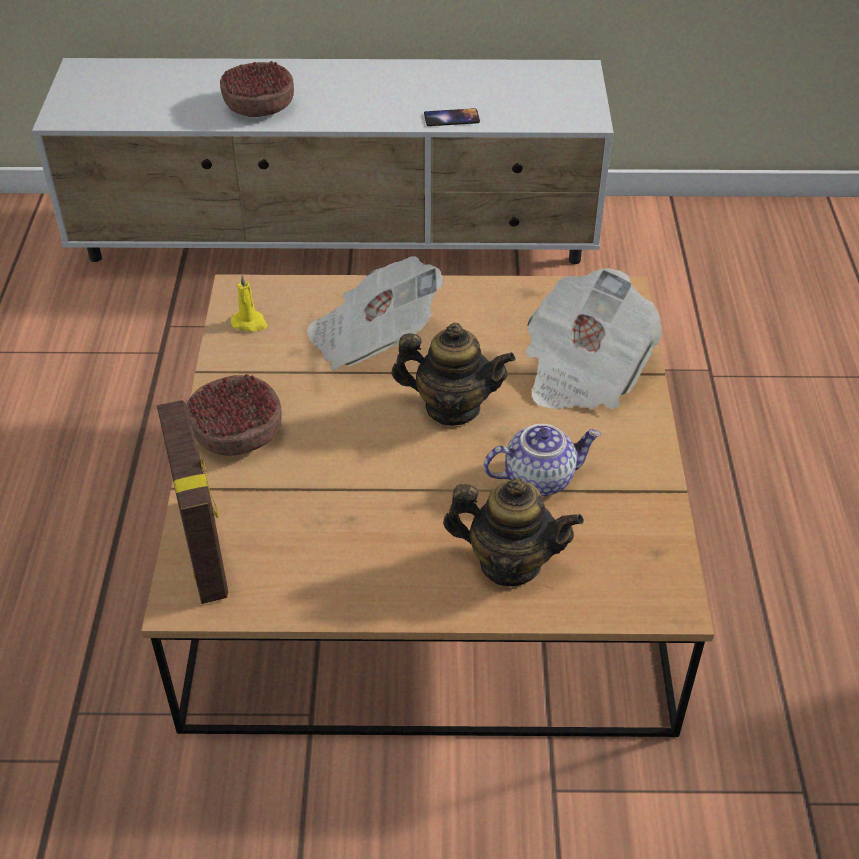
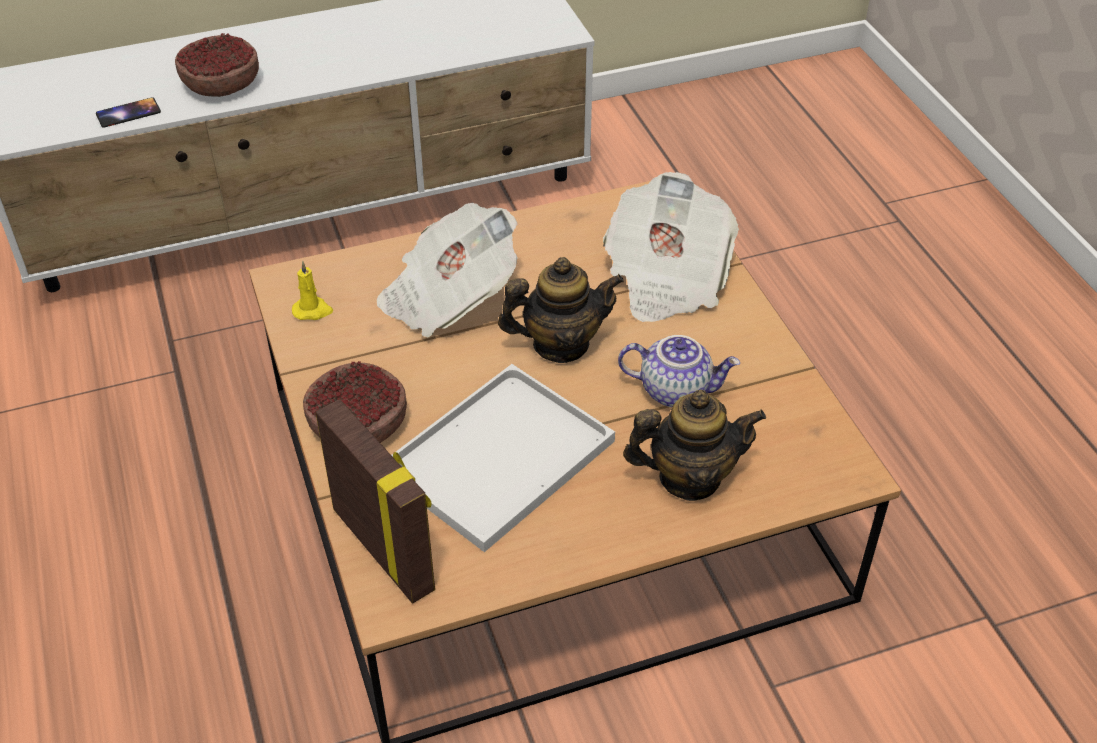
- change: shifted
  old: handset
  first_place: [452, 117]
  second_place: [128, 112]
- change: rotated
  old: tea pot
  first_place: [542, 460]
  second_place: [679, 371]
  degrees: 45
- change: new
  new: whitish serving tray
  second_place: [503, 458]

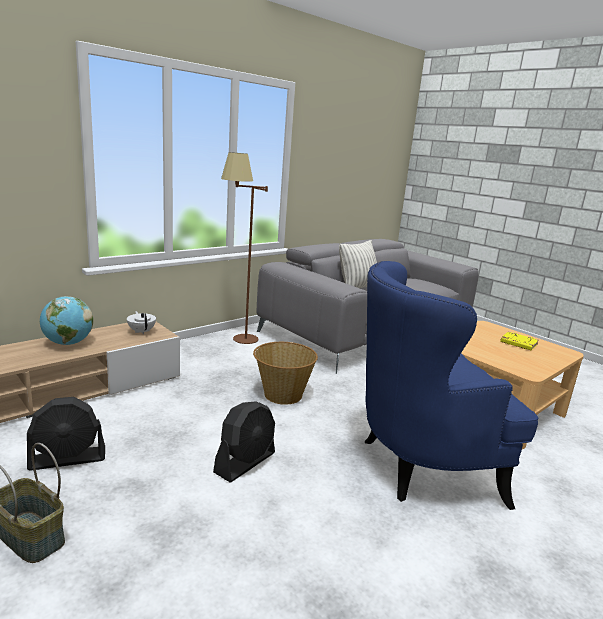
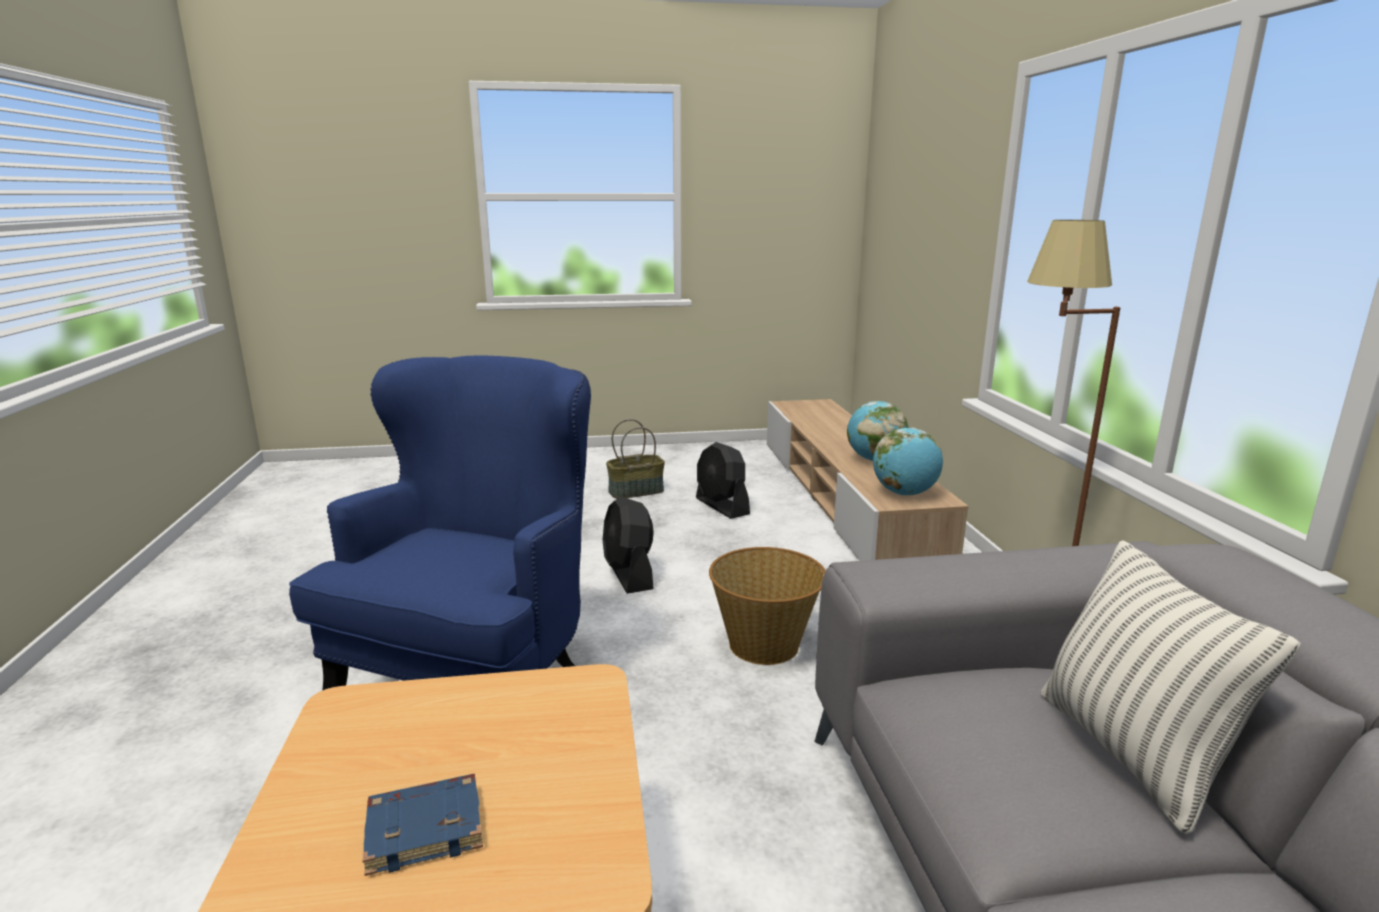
- change: swapped
  old: whitish tea pot
  new: world globe
  first_place: [141, 322]
  second_place: [908, 461]
- change: repainted
  old: yellowish book
  new: blue-coloured book
  first_place: [519, 340]
  second_place: [422, 825]
- change: rotated
  old: black fan
  first_place: [66, 434]
  second_place: [723, 480]
  degrees: -45

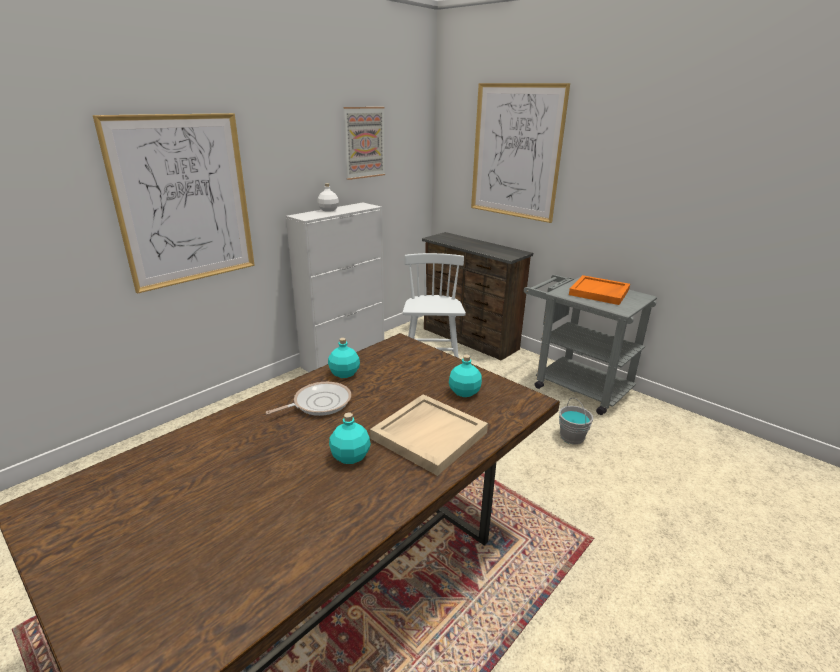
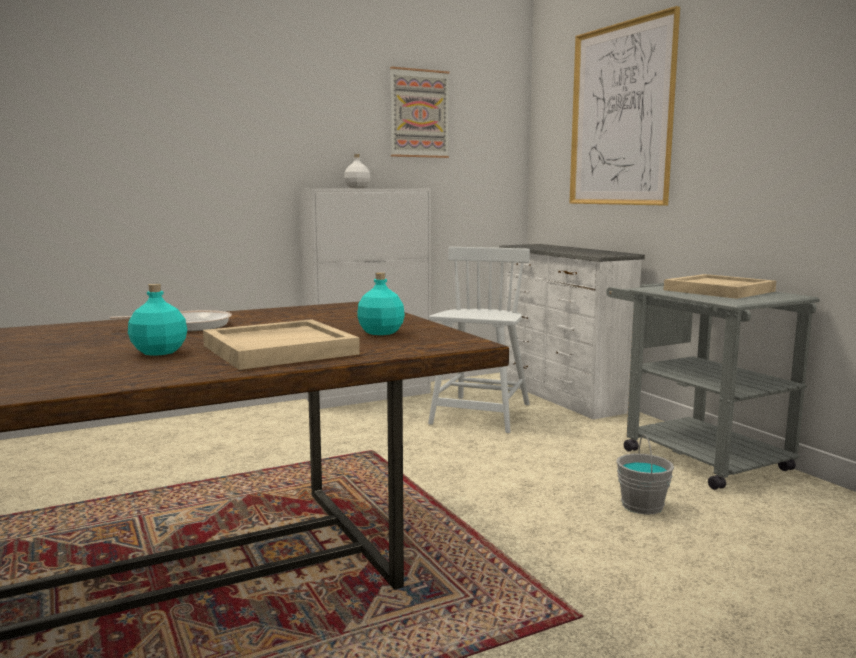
- change: gone
  old: wall art
  first_place: [174, 203]
- change: repainted
  old: brown-coloured drawer chest
  new: whitish drawer chest
  first_place: [477, 296]
  second_place: [572, 332]
- change: repainted
  old: orange serving tray
  new: sand-coloured serving tray
  first_place: [599, 290]
  second_place: [720, 286]
- change: gone
  old: blue-green beverage bottle
  first_place: [344, 358]

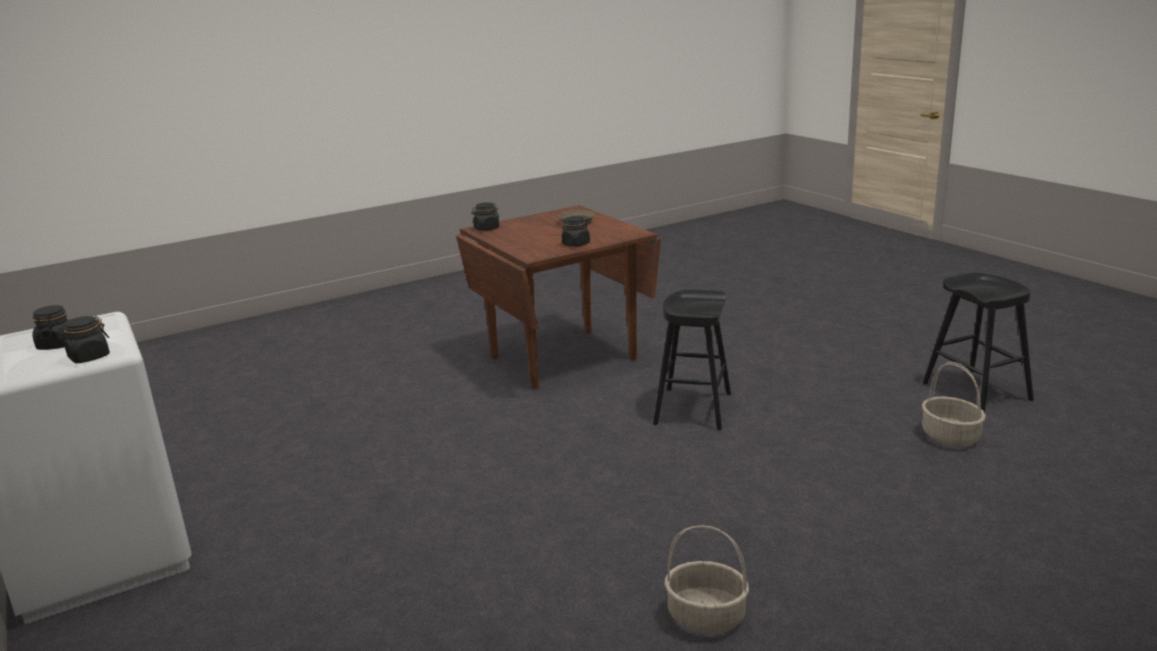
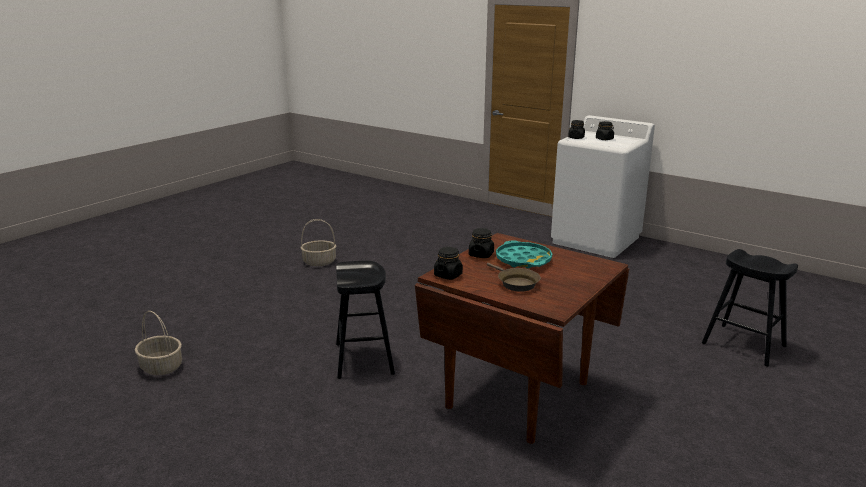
- change: shifted
  old: black storage jar
  first_place: [485, 216]
  second_place: [448, 263]
- change: shifted
  old: black sitting stool
  first_place: [978, 343]
  second_place: [750, 308]
- change: new
  new: blue-green serving tray
  second_place: [524, 254]

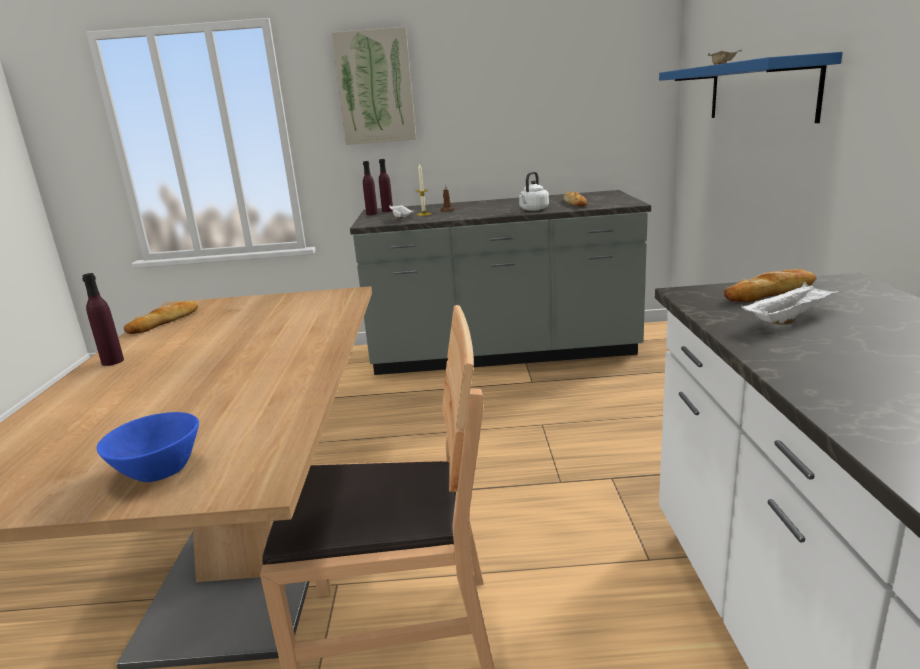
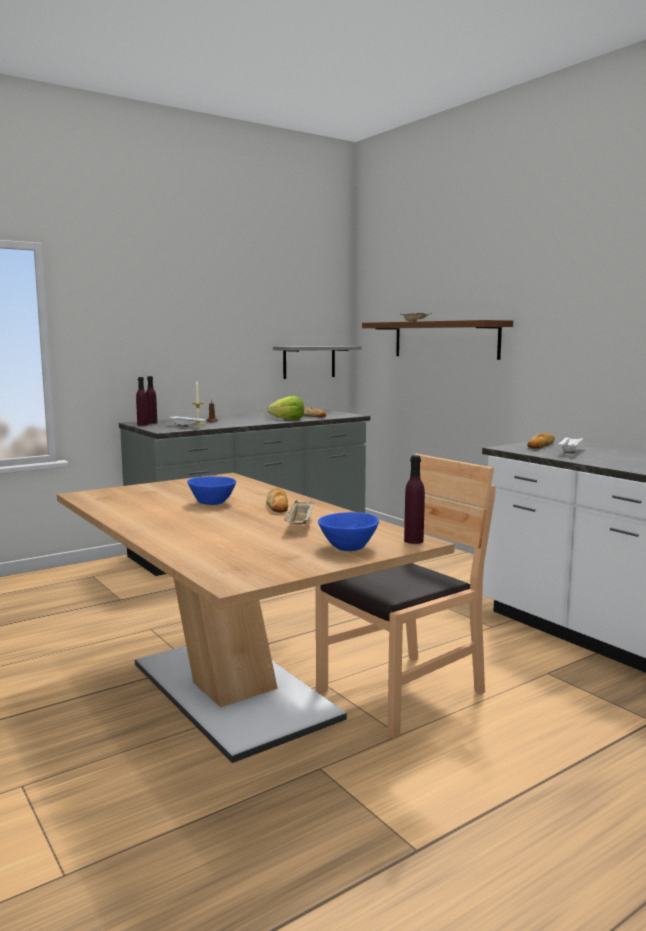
- change: gone
  old: wall art
  first_place: [373, 86]
- change: repainted
  old: blue-coloured bracket shelf
  new: brown-coloured bracket shelf
  first_place: [751, 87]
  second_place: [437, 340]
- change: swapped
  old: whitish tea kettle
  new: head of lettuce
  first_place: [534, 191]
  second_place: [285, 408]
- change: shifted
  old: purple beverage bottle
  first_place: [103, 319]
  second_place: [414, 499]
- change: shifted
  old: bakery bread
  first_place: [161, 317]
  second_place: [277, 500]
- change: new
  new: greyish bracket shelf
  second_place: [317, 362]
- change: new
  new: blue-coloured deep dish
  second_place: [211, 490]
- change: new
  new: sand-coloured serving tray
  second_place: [299, 512]

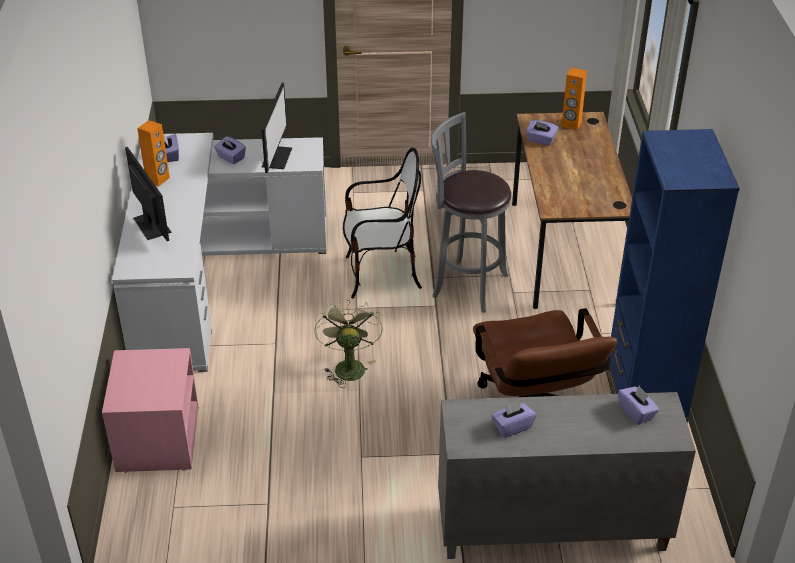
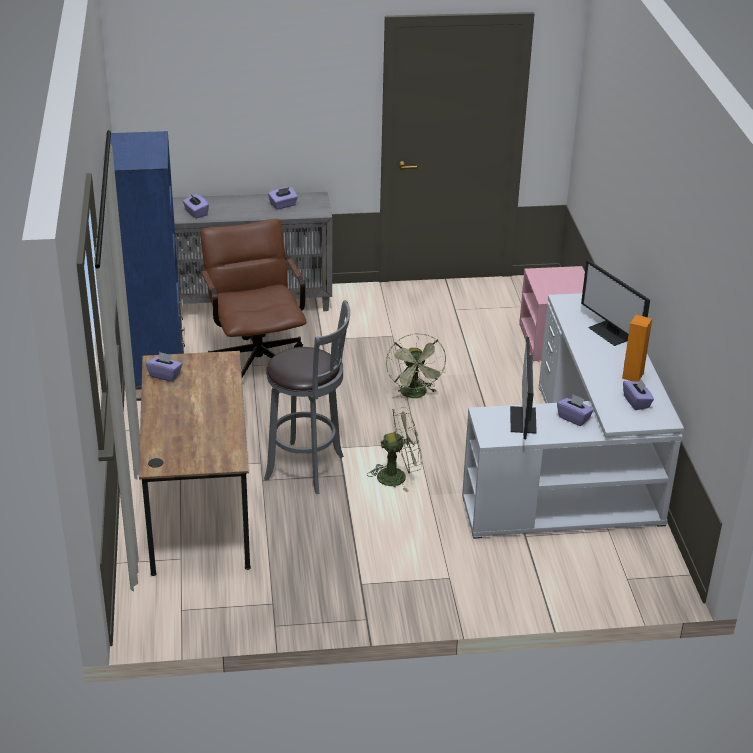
- change: gone
  old: orange speaker
  first_place: [574, 98]
- change: shifted
  old: purple tissue holder
  first_place: [542, 133]
  second_place: [164, 367]
- change: swapped
  old: upright chair
  new: green fan
  first_place: [382, 223]
  second_place: [394, 449]

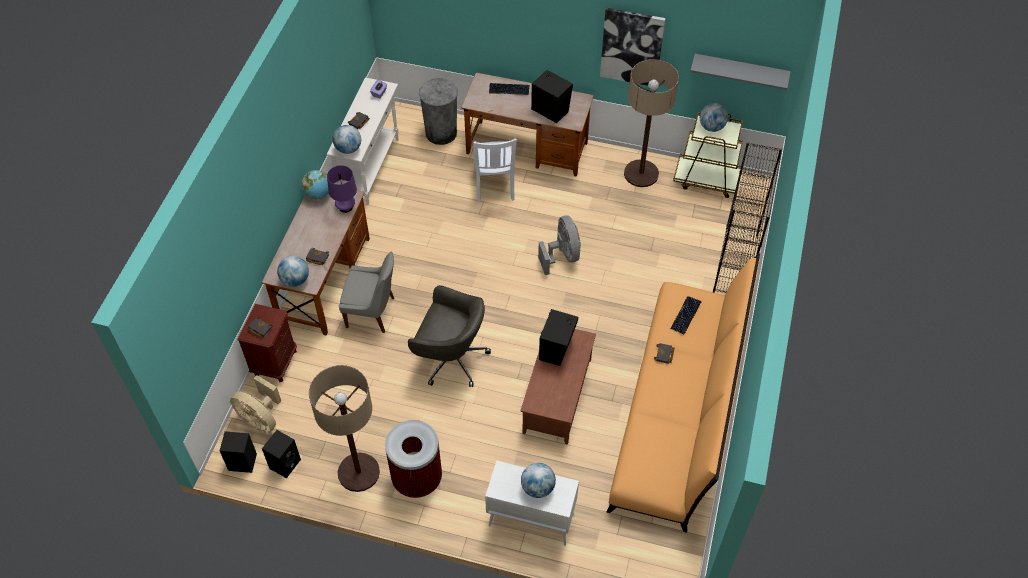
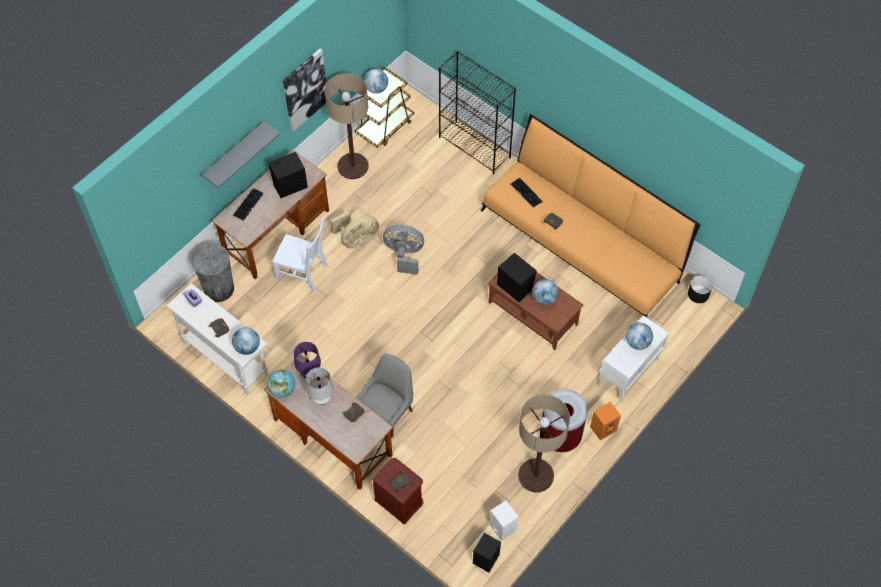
- change: shifted
  old: greyish bracket shelf
  first_place: [740, 72]
  second_place: [241, 155]
- change: shifted
  old: world globe
  first_place: [293, 271]
  second_place: [546, 292]
- change: gone
  old: greyish desk chair
  first_place: [449, 336]
- change: shifted
  old: sand-coloured fan
  first_place: [255, 404]
  second_place: [354, 230]
- change: repainted
  old: black speaker
  new: whitish speaker
  first_place: [281, 454]
  second_place: [504, 521]
- change: new
  new: black flower pot
  second_place: [700, 289]
- change: new
  new: whitish lamp for a table
  second_place: [319, 386]
- change: new
  new: orange speaker
  second_place: [605, 421]

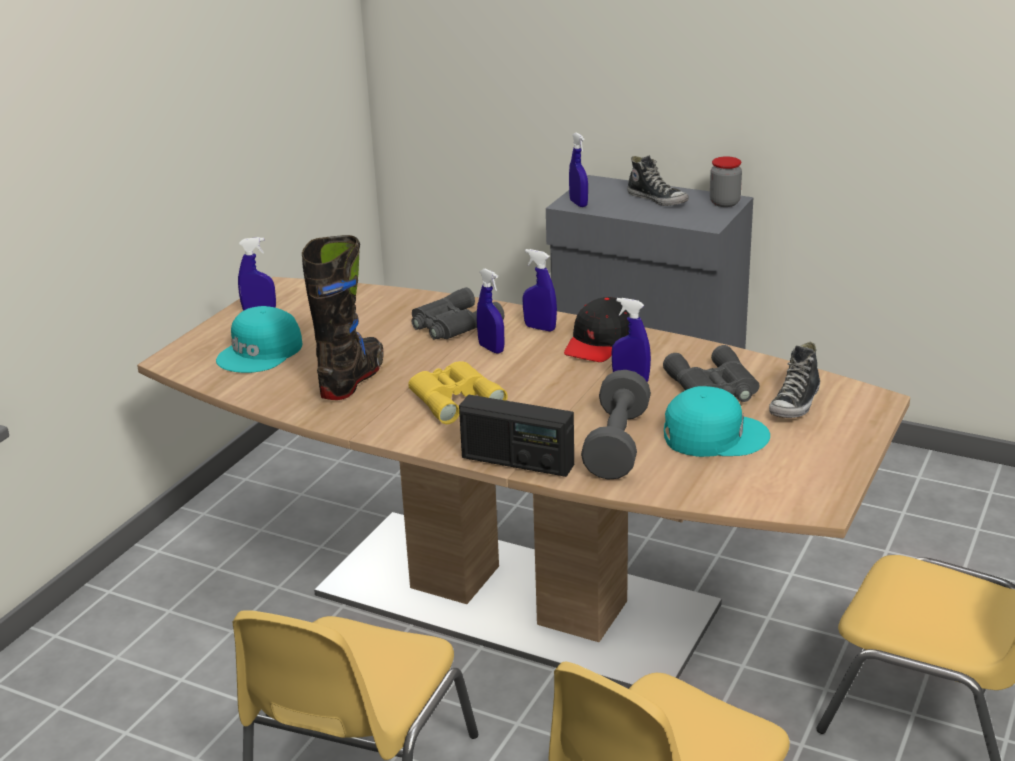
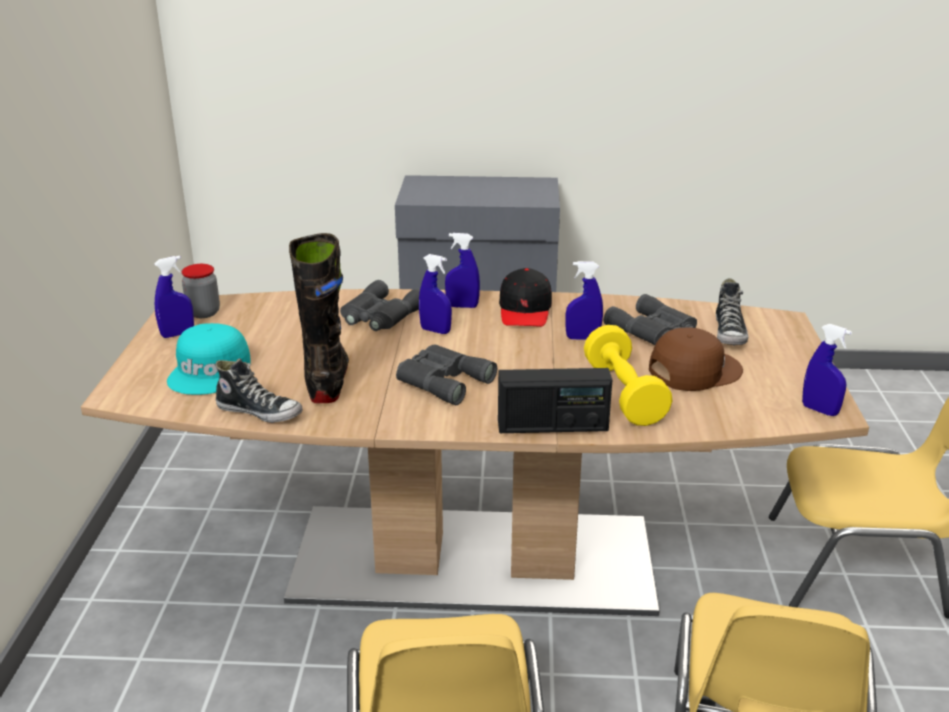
- change: shifted
  old: blue-coloured spray bottle
  first_place: [578, 169]
  second_place: [827, 370]
- change: shifted
  old: item of footwear
  first_place: [658, 180]
  second_place: [259, 390]
- change: shifted
  old: storage jar
  first_place: [726, 181]
  second_place: [201, 291]
- change: repainted
  old: yellowish field glasses
  new: greyish field glasses
  first_place: [458, 392]
  second_place: [446, 375]
- change: repainted
  old: greyish free weight
  new: yellowish free weight
  first_place: [616, 425]
  second_place: [628, 375]
- change: repainted
  old: blue-green baseball cap
  new: brown-coloured baseball cap
  first_place: [717, 421]
  second_place: [696, 359]

